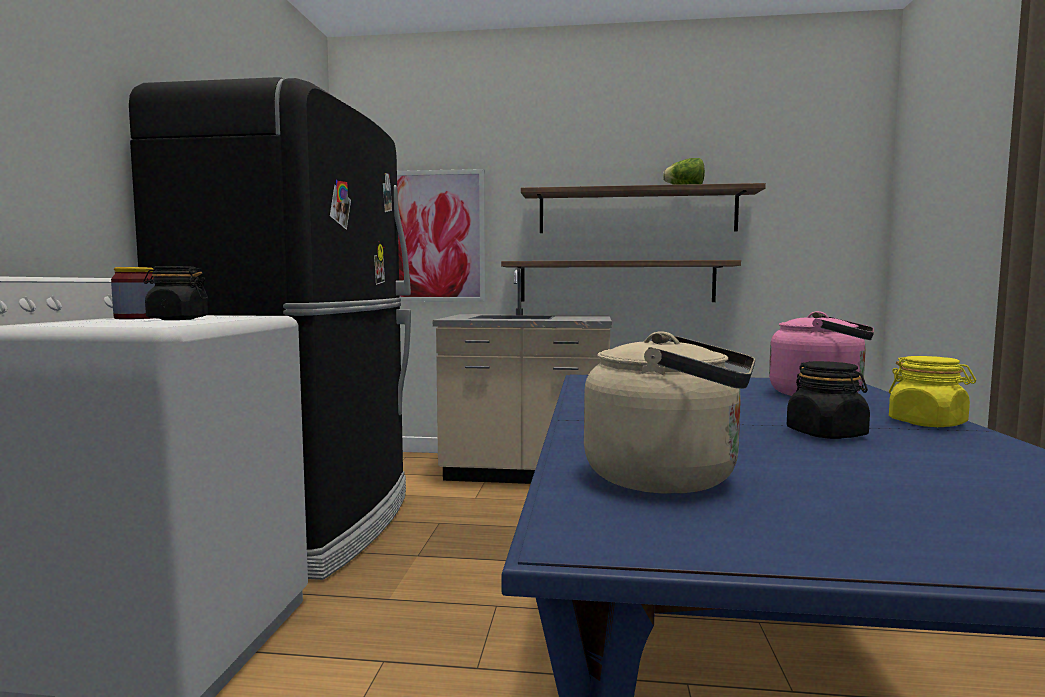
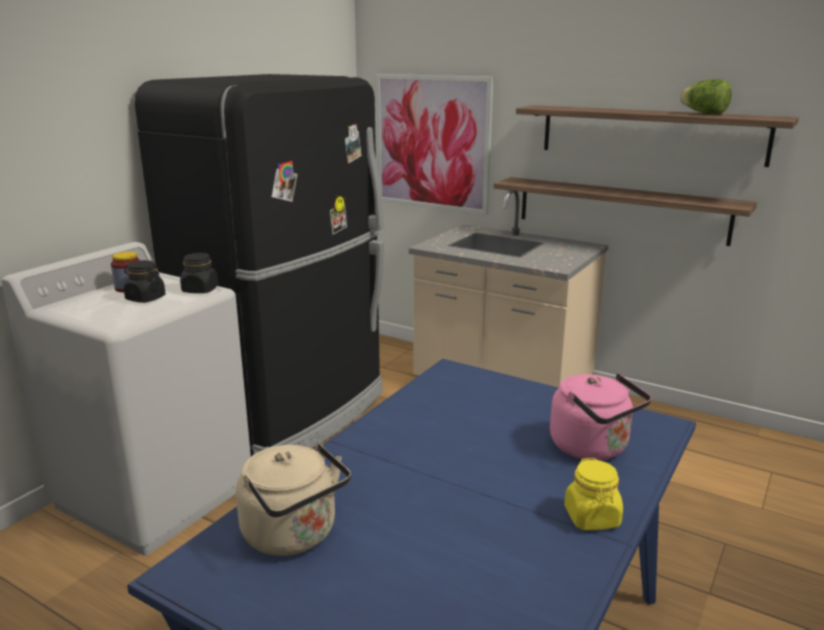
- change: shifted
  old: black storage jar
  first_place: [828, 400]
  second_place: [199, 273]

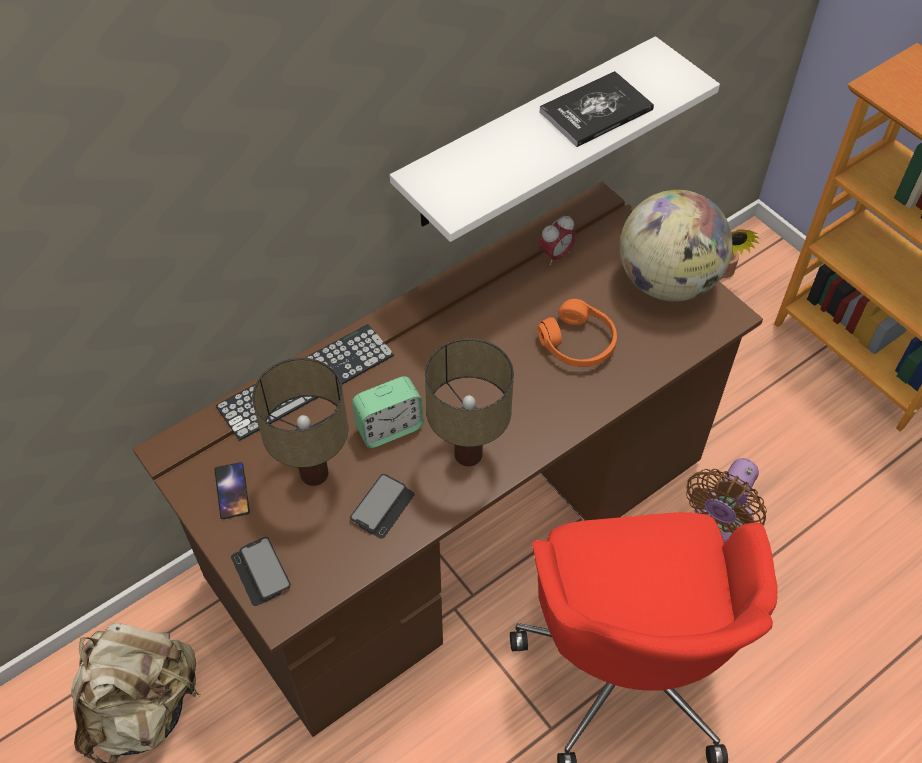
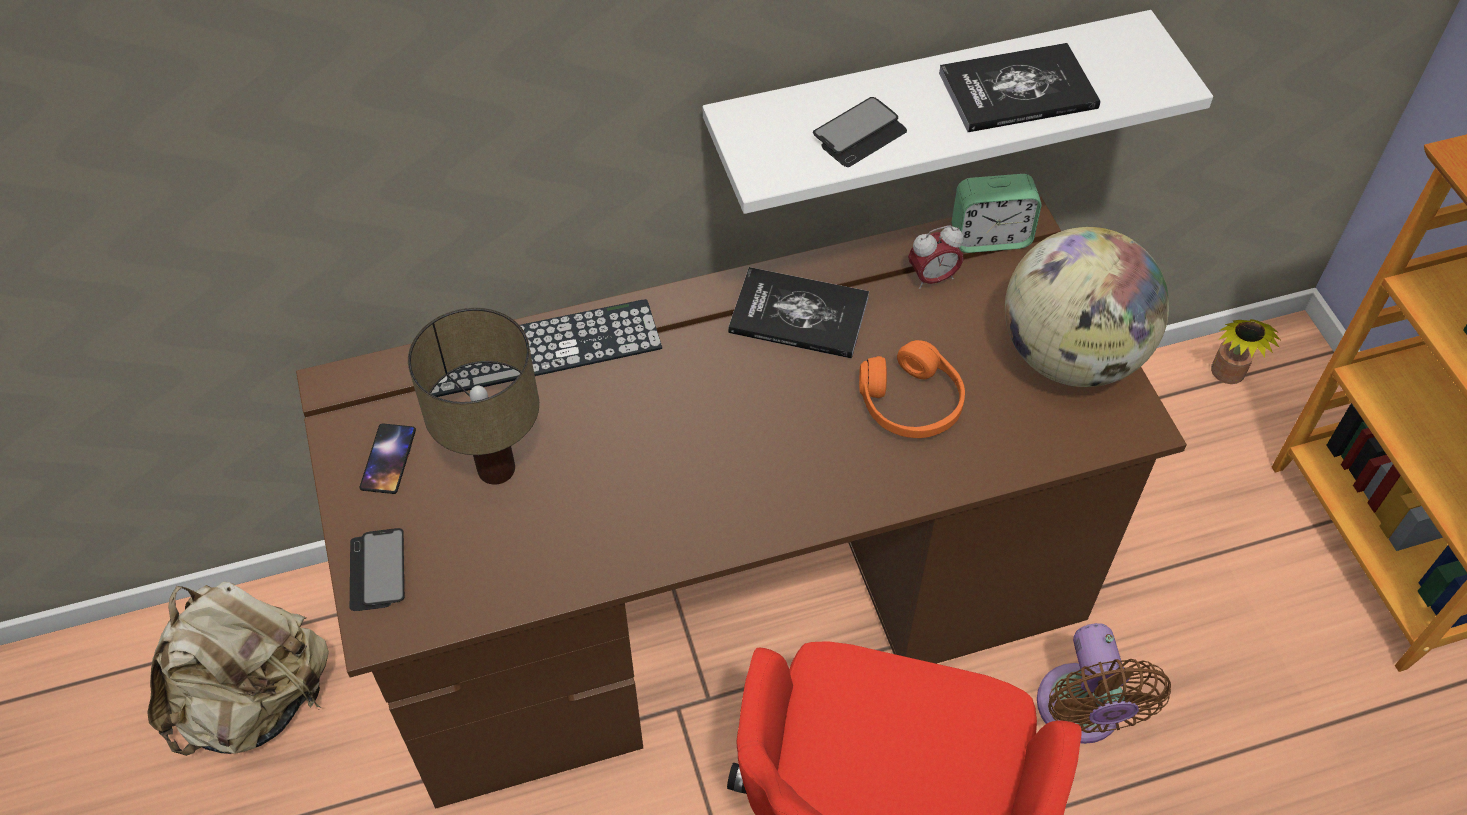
- change: gone
  old: lamp for a table
  first_place: [469, 402]
- change: shifted
  old: bedside clock
  first_place: [388, 412]
  second_place: [997, 213]
- change: rotated
  old: brown-coloured fan
  first_place: [726, 500]
  second_place: [1104, 683]
  degrees: -60
- change: shifted
  old: handset
  first_place: [382, 506]
  second_place: [860, 132]
- change: new
  new: book
  second_place: [798, 313]

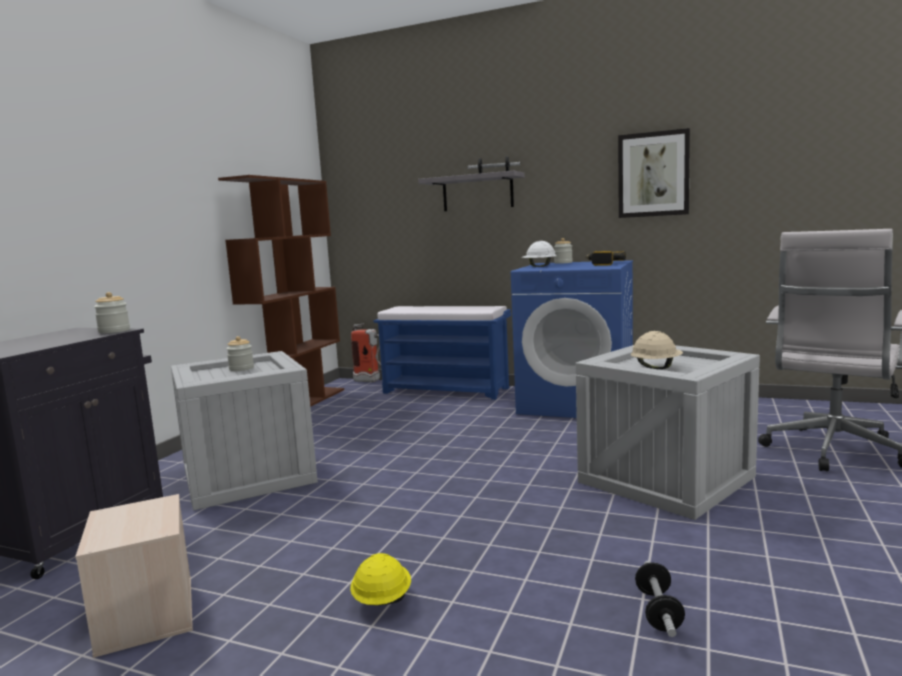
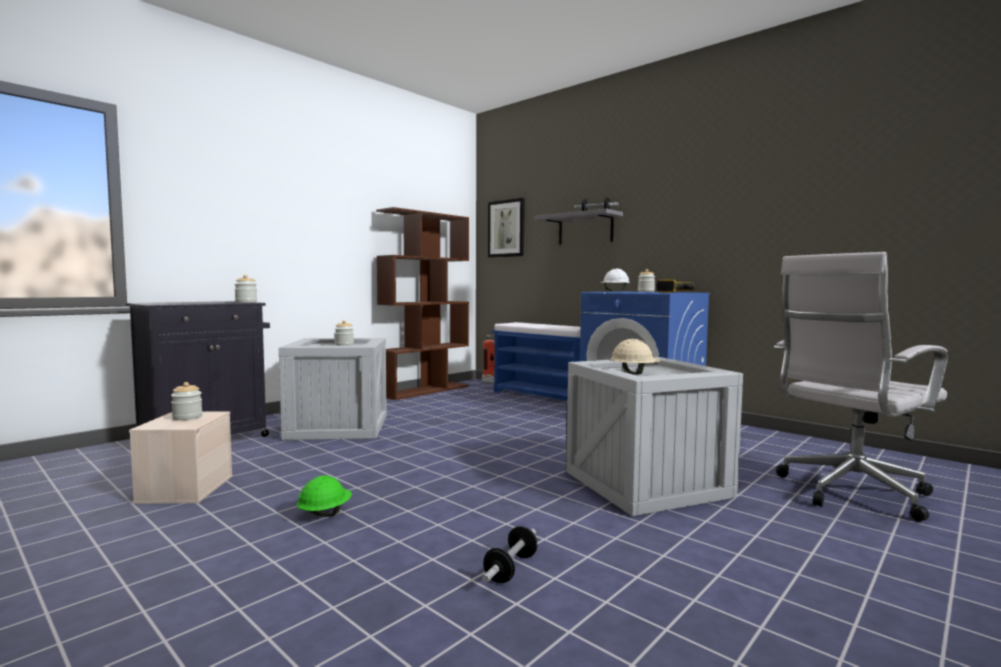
- change: shifted
  old: wall art
  first_place: [654, 173]
  second_place: [506, 228]
- change: repainted
  old: yellowish safety helmet
  new: green safety helmet
  first_place: [380, 579]
  second_place: [324, 496]
- change: new
  new: storage jar
  second_place: [187, 401]

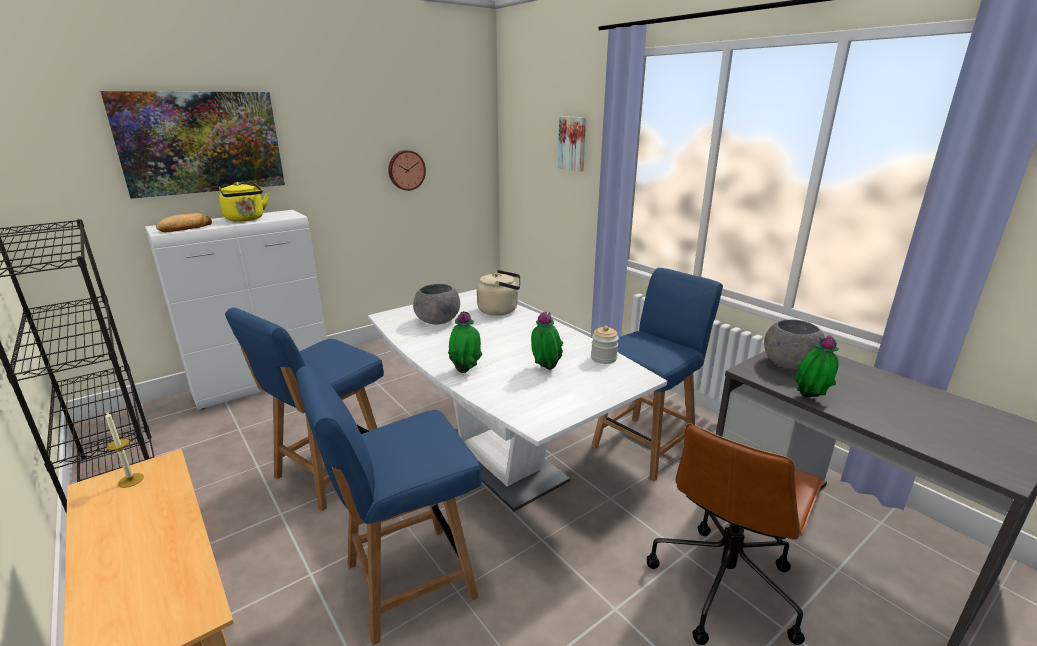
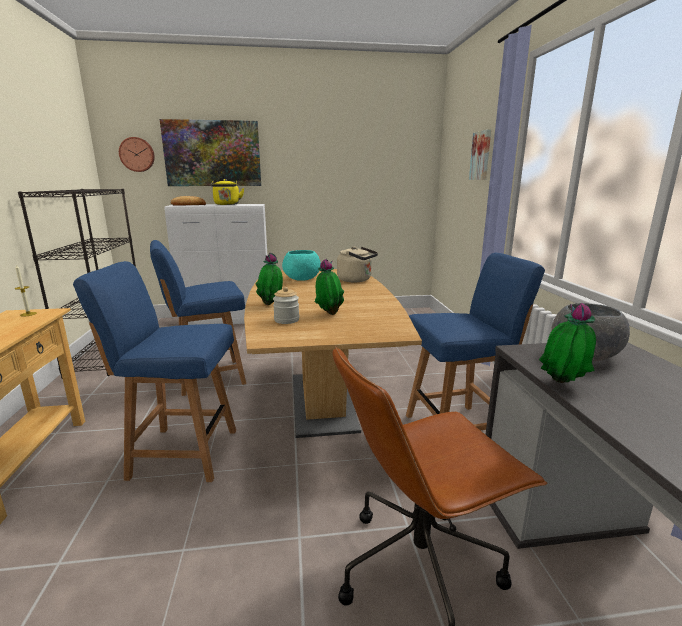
- change: shifted
  old: wall clock
  first_place: [407, 170]
  second_place: [137, 154]
- change: repainted
  old: greyish deep dish
  new: blue-green deep dish
  first_place: [436, 304]
  second_place: [301, 265]
- change: repainted
  old: whitish kitchen table
  new: brown-coloured kitchen table
  first_place: [517, 400]
  second_place: [333, 353]
- change: shifted
  old: storage jar
  first_place: [605, 345]
  second_place: [286, 305]

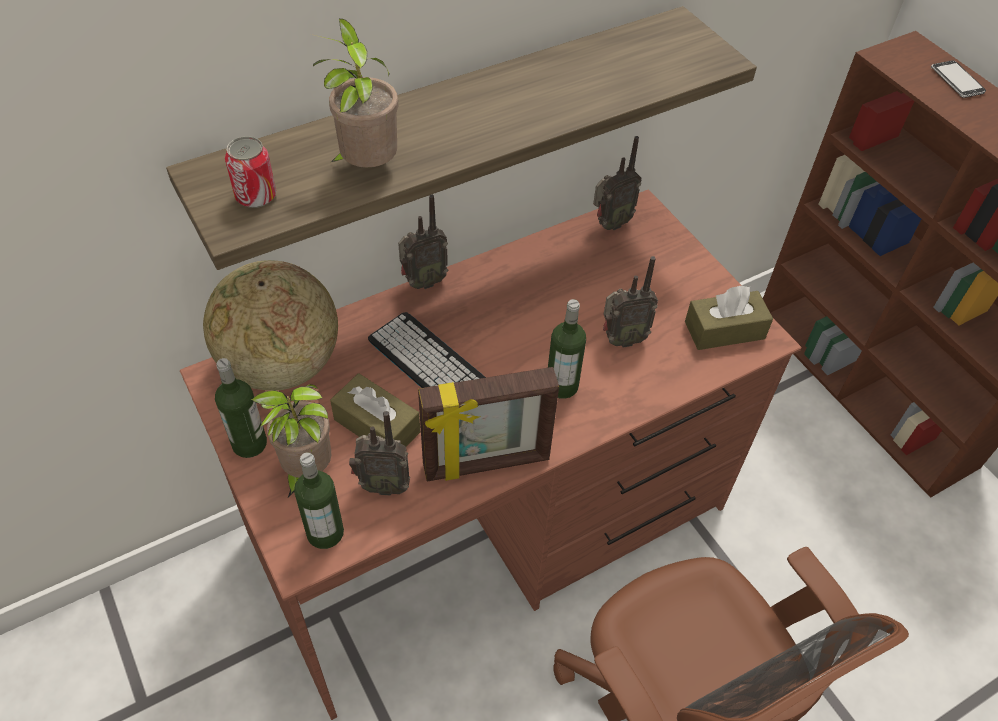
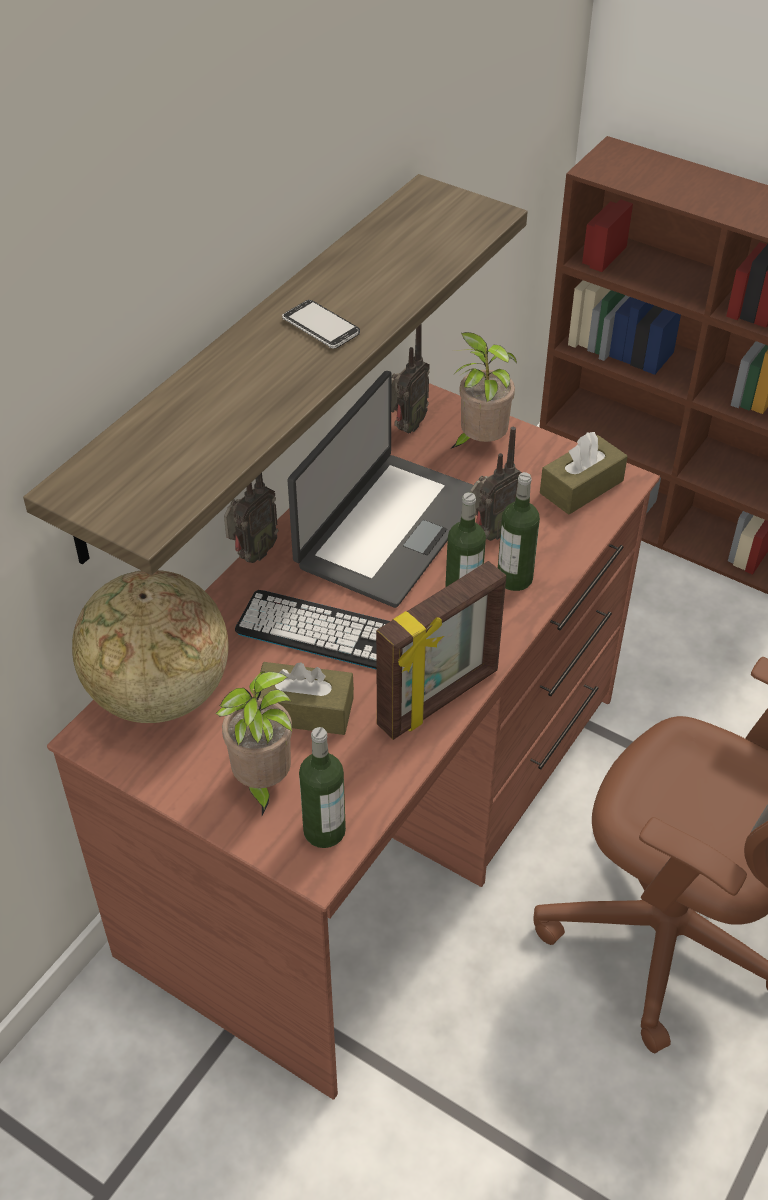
- change: shifted
  old: houseplant
  first_place: [354, 93]
  second_place: [484, 390]
- change: shifted
  old: handset
  first_place: [958, 79]
  second_place: [321, 324]
- change: gone
  old: can
  first_place: [250, 172]
- change: shifted
  old: beverage bottle
  first_place: [241, 408]
  second_place: [519, 531]
- change: gone
  old: radio set
  first_place: [379, 453]
- change: new
  new: notebook computer
  second_place: [380, 489]

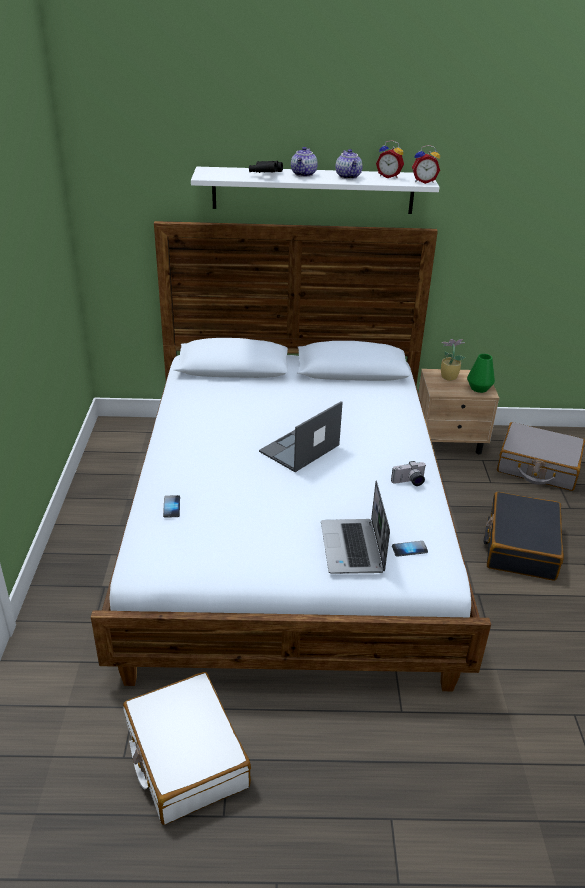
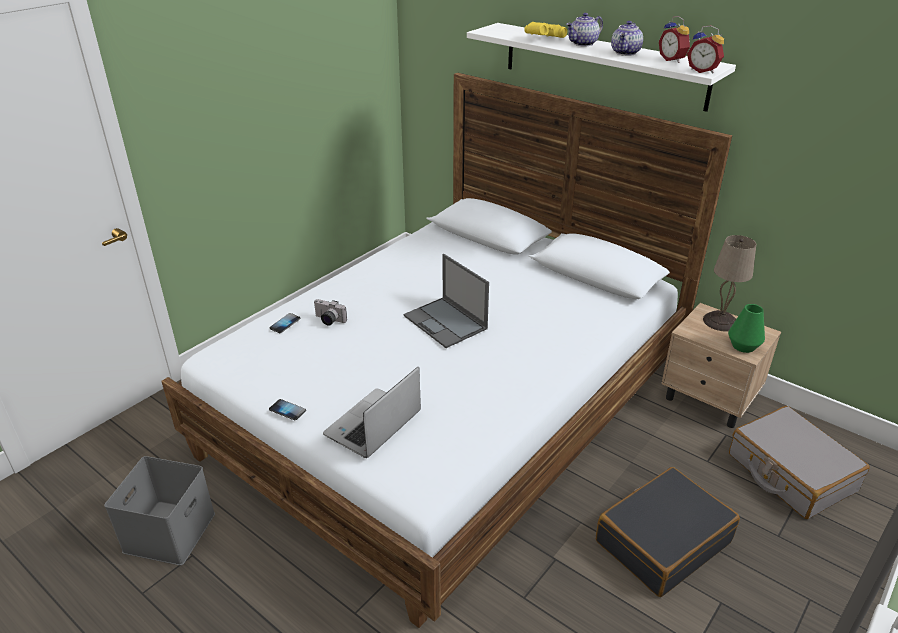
- change: repainted
  old: black field glasses
  new: yellowish field glasses
  first_place: [266, 167]
  second_place: [545, 30]
- change: swapped
  old: houseplant
  new: sand-coloured lamp for a table
  first_place: [453, 360]
  second_place: [729, 283]
- change: rotated
  old: notebook computer
  first_place: [301, 436]
  second_place: [446, 301]
  degrees: -120
- change: shifted
  old: still camera
  first_place: [408, 473]
  second_place: [330, 312]
- change: shifted
  old: handset
  first_place: [410, 549]
  second_place: [287, 409]
- change: swapped
  old: whitish suitcase
  new: greyish storage box
  first_place: [187, 748]
  second_place: [159, 510]

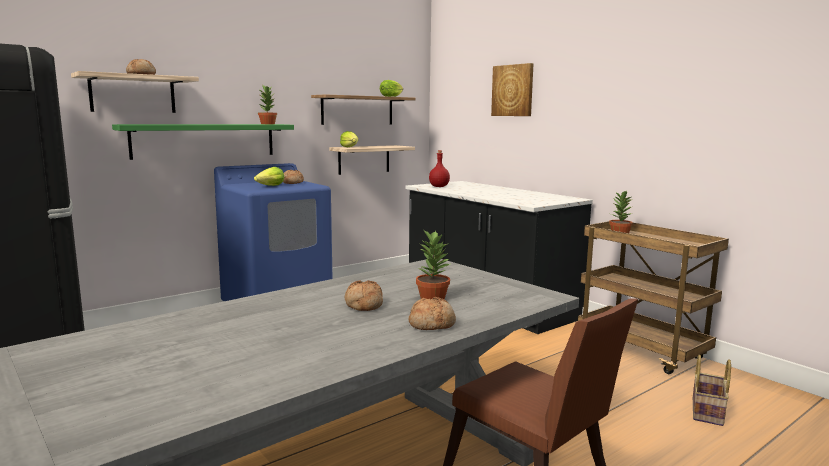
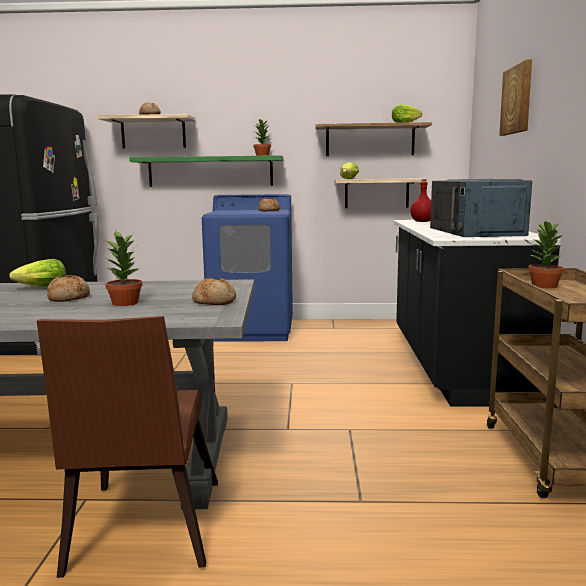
- change: shifted
  old: head of lettuce
  first_place: [269, 176]
  second_place: [37, 273]
- change: shifted
  old: bakery bread
  first_place: [432, 313]
  second_place: [214, 291]
- change: gone
  old: basket
  first_place: [712, 390]
- change: new
  new: blue-coloured kitchen microwave
  second_place: [481, 208]

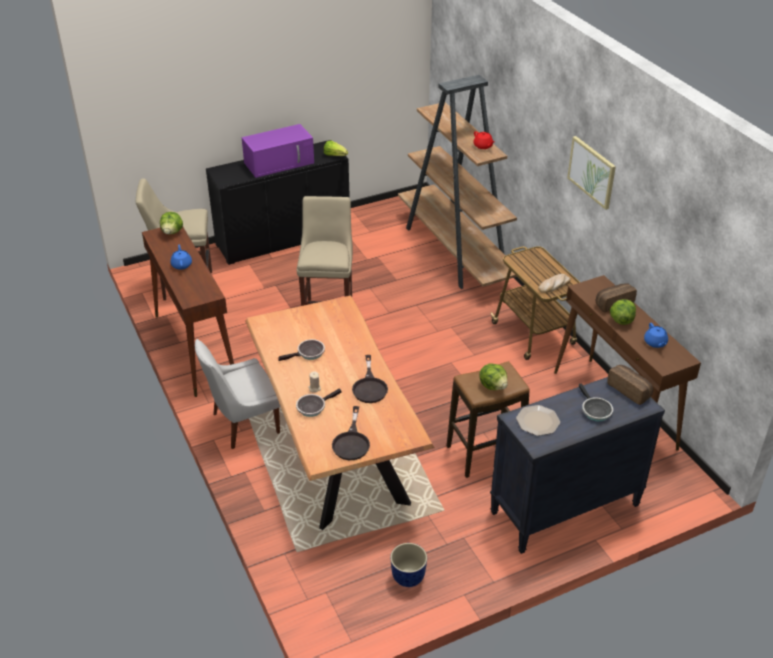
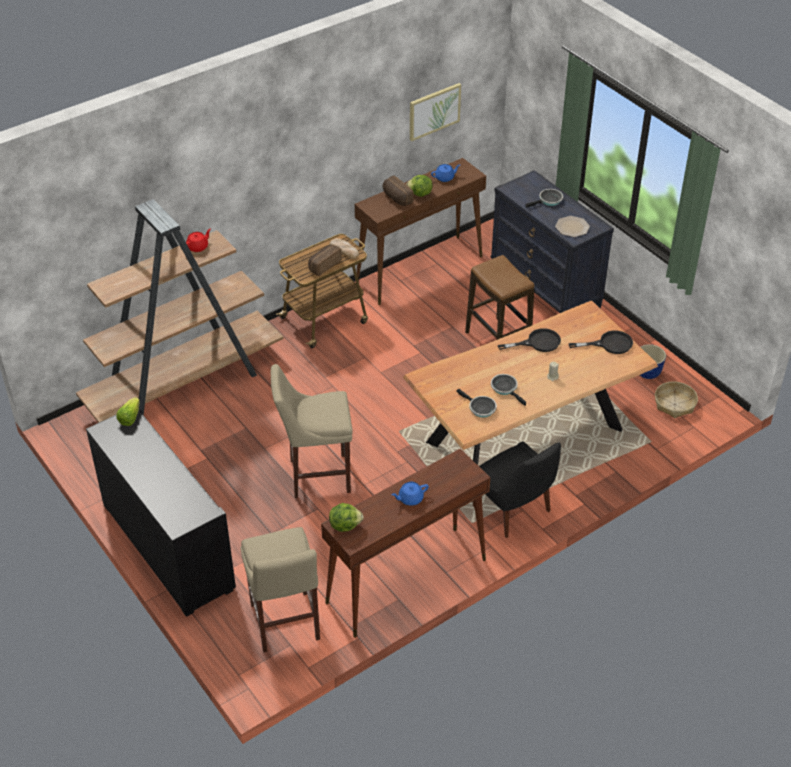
- change: gone
  old: purple kitchen microwave
  first_place: [278, 151]
- change: shifted
  old: wall art
  first_place: [591, 173]
  second_place: [435, 112]
- change: repainted
  old: whitish upright chair
  new: black upright chair
  first_place: [237, 394]
  second_place: [517, 489]
- change: gone
  old: head of lettuce
  first_place: [493, 376]
- change: shifted
  old: bakery bread
  first_place: [630, 385]
  second_place: [325, 260]
- change: shifted
  old: pan
  first_place: [318, 403]
  second_place: [476, 403]
- change: new
  new: basket
  second_place: [676, 399]

